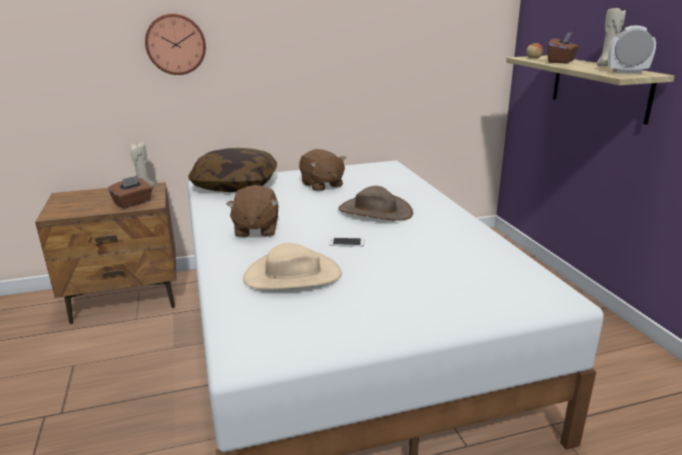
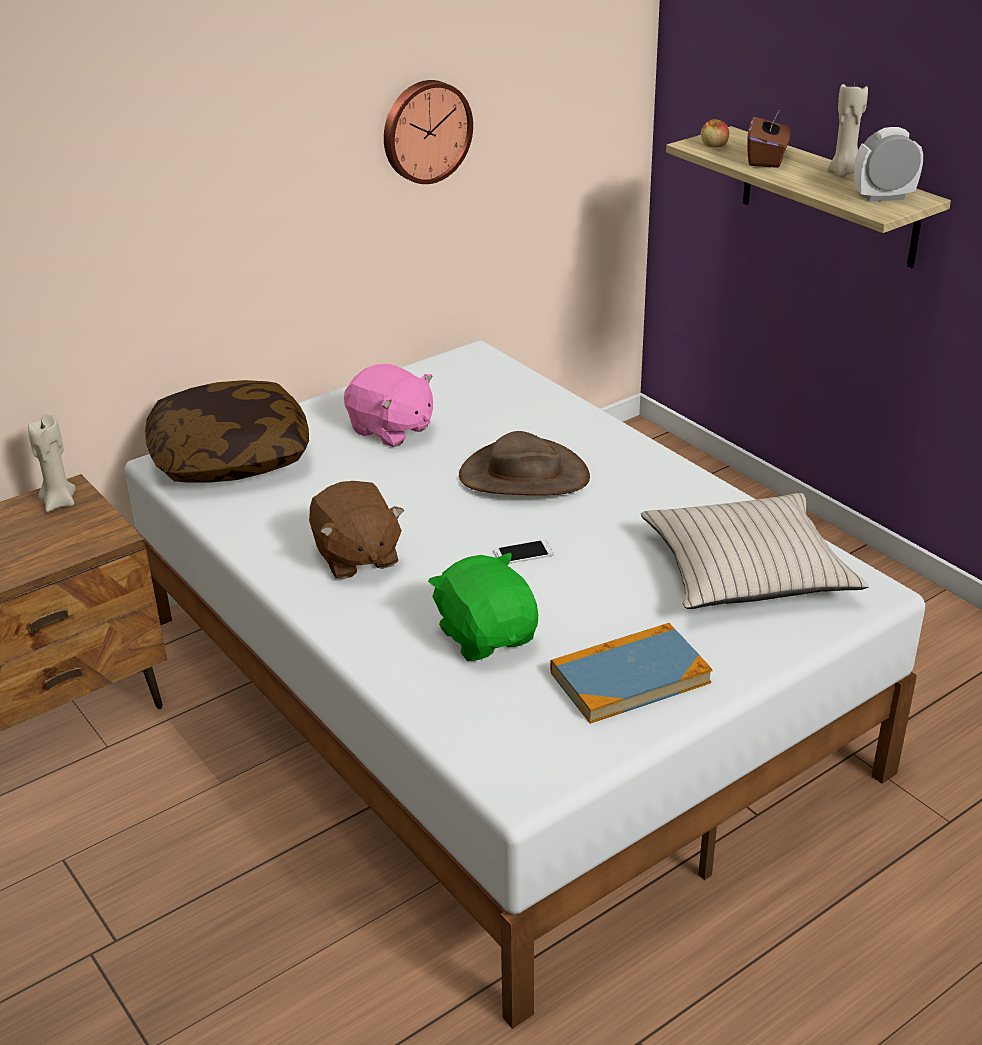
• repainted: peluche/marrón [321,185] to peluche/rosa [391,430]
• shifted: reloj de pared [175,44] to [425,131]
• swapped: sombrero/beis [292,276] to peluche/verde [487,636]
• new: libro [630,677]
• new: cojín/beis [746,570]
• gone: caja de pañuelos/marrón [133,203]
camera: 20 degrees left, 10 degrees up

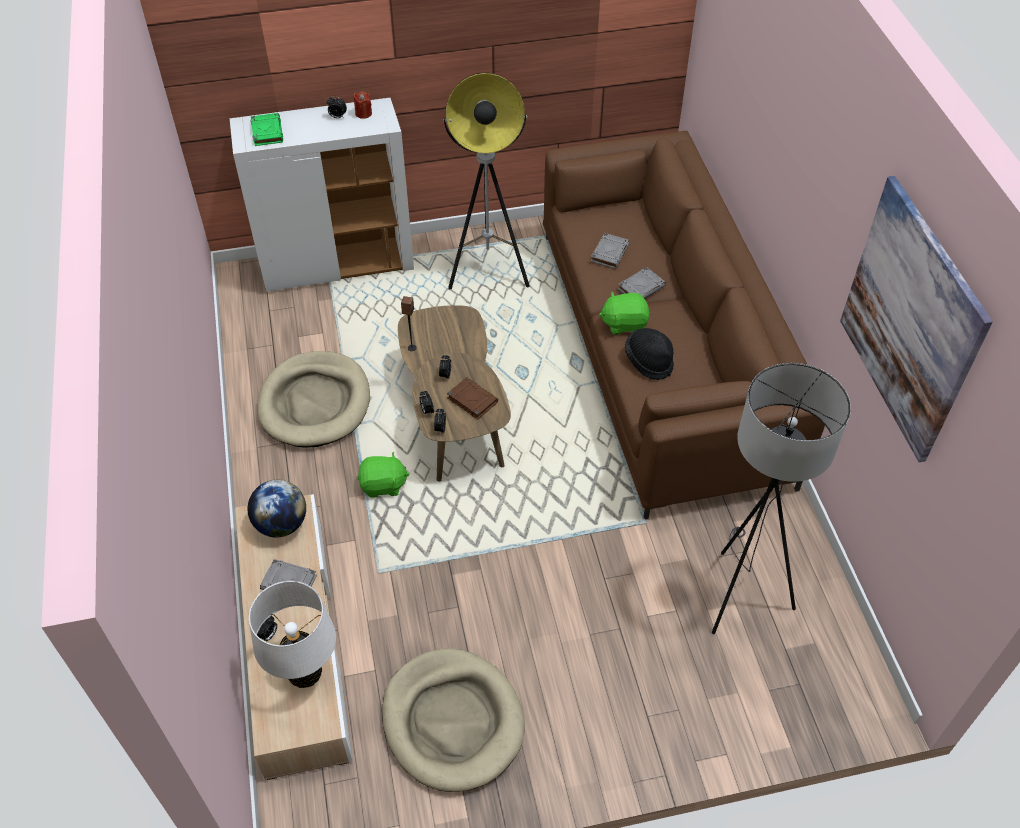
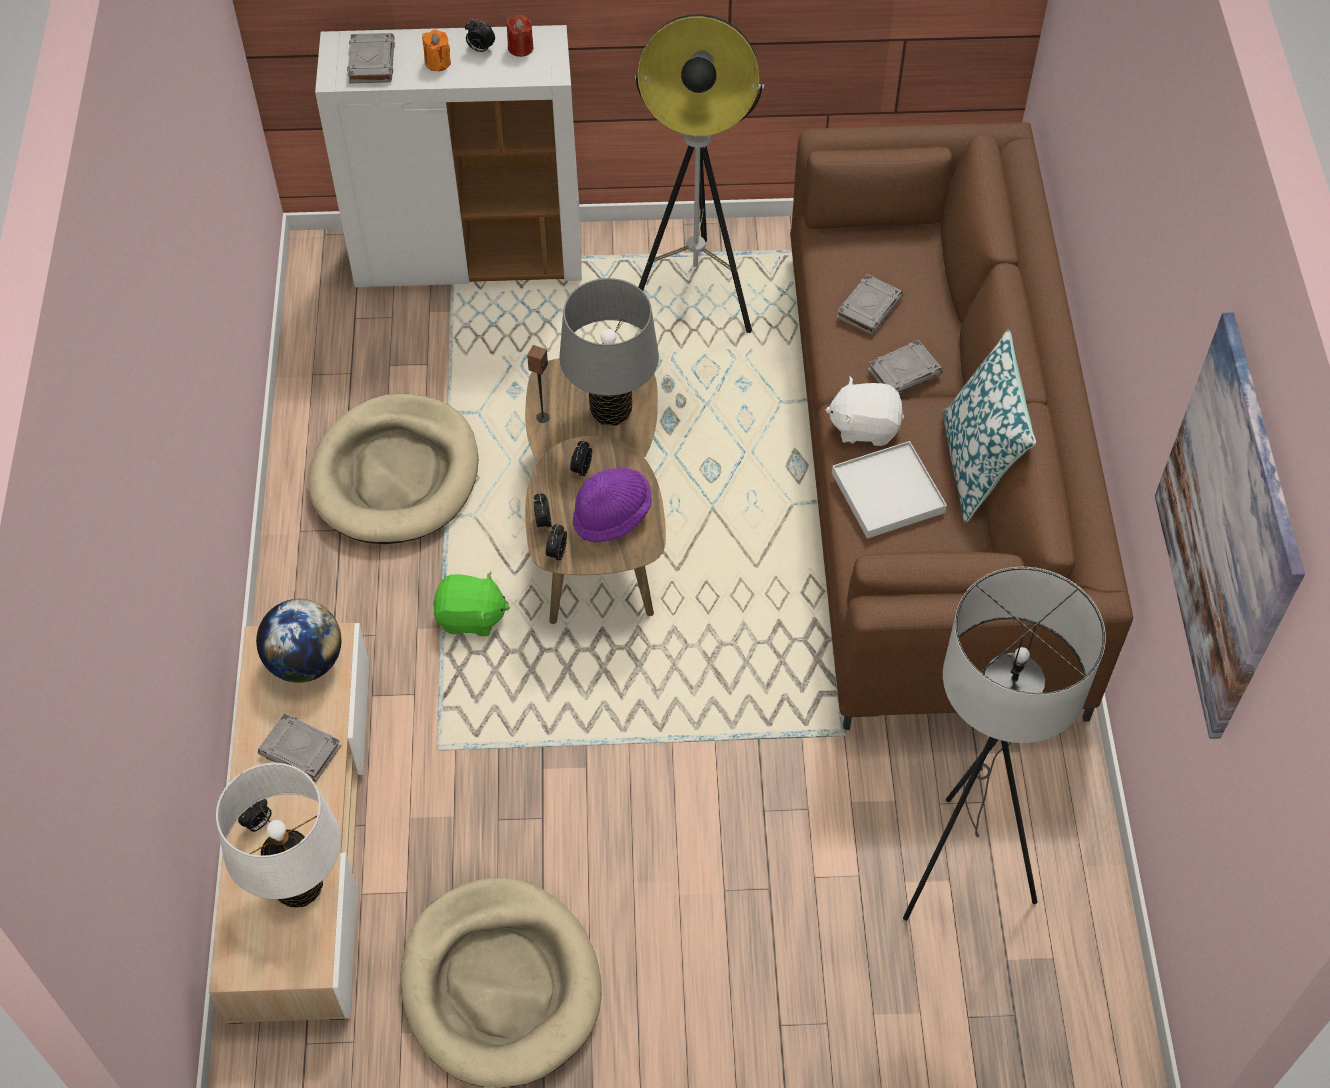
• repainted: libro/verde [267,132] to libro/gris [371,62]
• new: vela/naranja [437,62]
• new: lámpara de mesa/gris [611,411]
• swapped: libro/marrón [471,400] to sombrero/morado [612,515]
• repainted: peluche/verde [624,323] to peluche/blanco [864,427]
• swapped: sombrero/negro [649,361] to bandeja/blanco [887,493]
• new: cojín [978,465]
camera: 10 degrees right, 5 degrees up

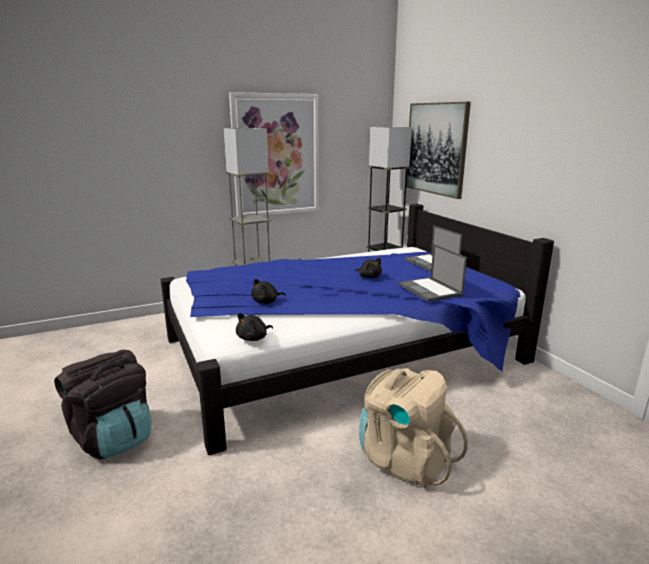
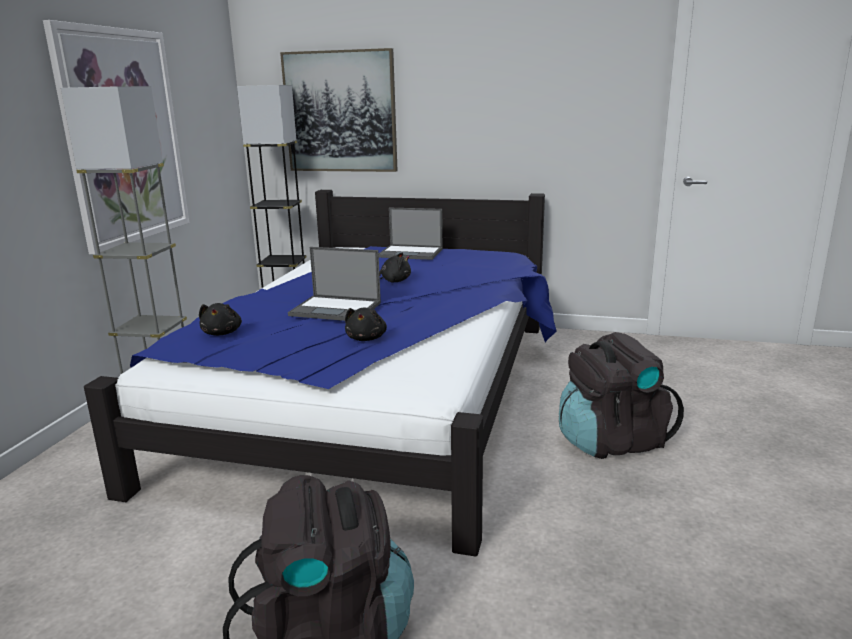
• shifted: peluche/negro [253,338] to [222,333]
• shifted: portátil [430,290] to [337,309]
• repainted: mochila/beis [404,459] to mochila/negro [611,441]
camera: 50 degrees left, 0 degrees up

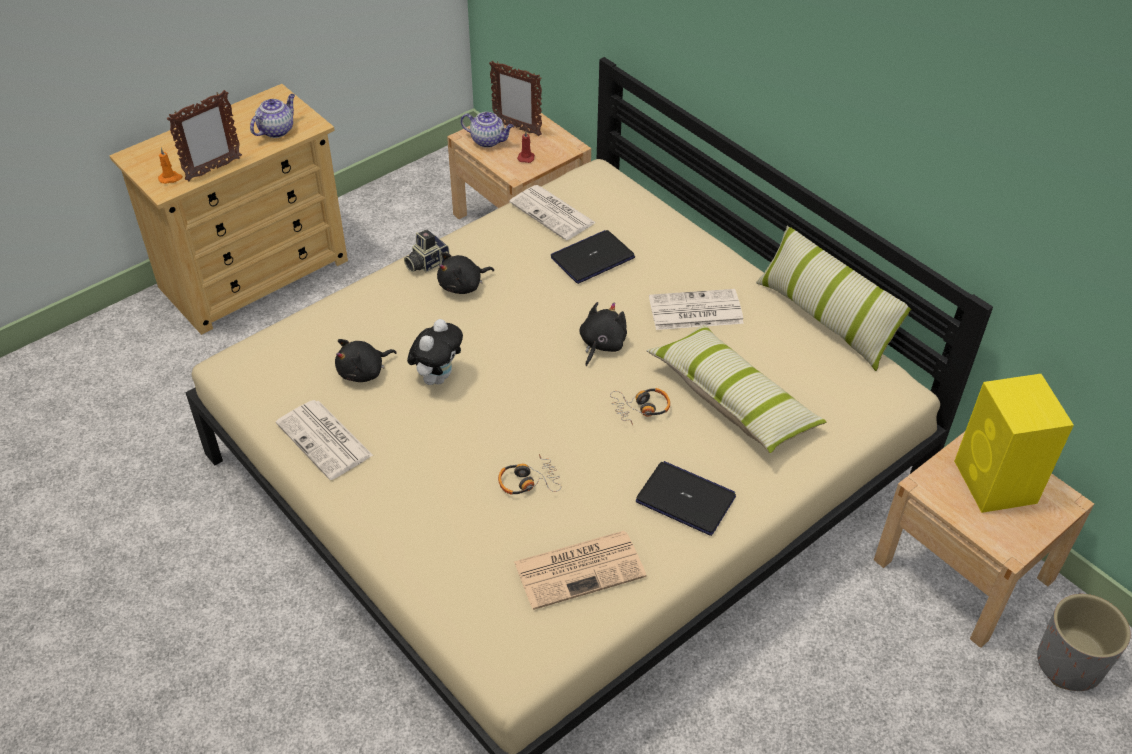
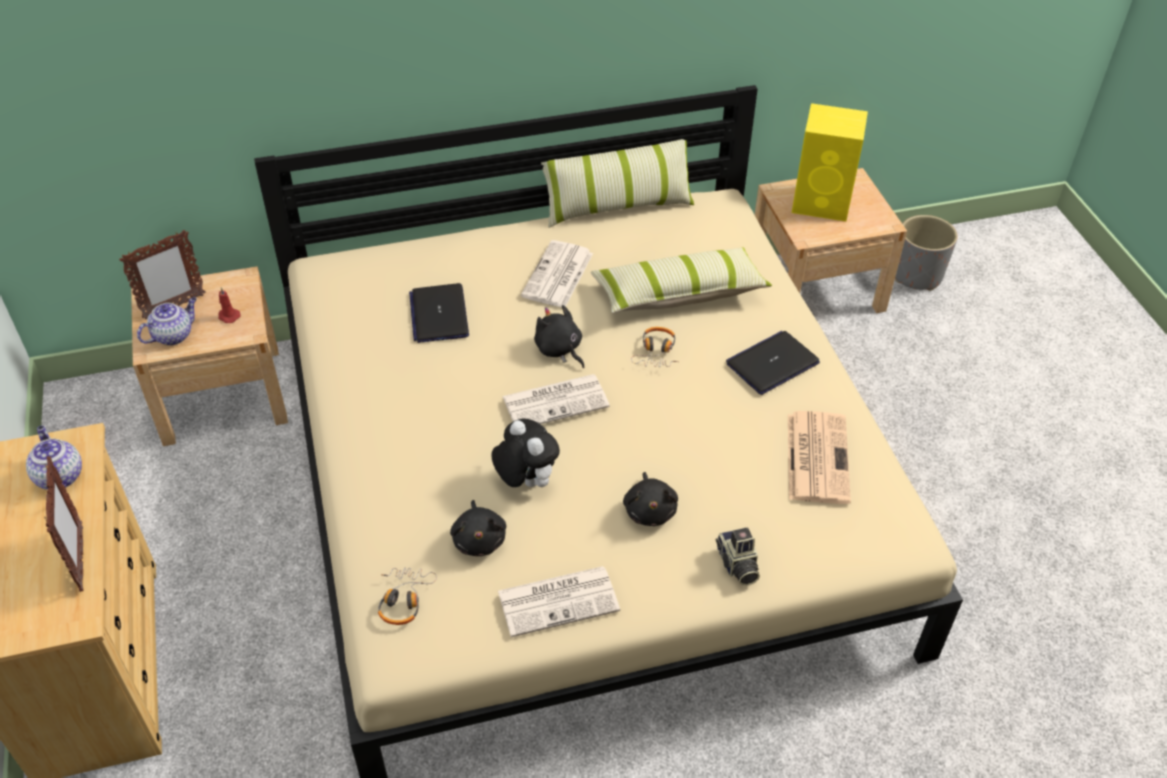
• shifted: auriculares [528,481] to [403,600]
• shifted: periódico [553,213] to [556,401]
• shifted: peluche/negro [463,285] to [650,510]
• shifted: cámara [426,263] to [737,565]
• gone: vela/naranja [171,178]
camera: 65 degrees left, 0 degrees up

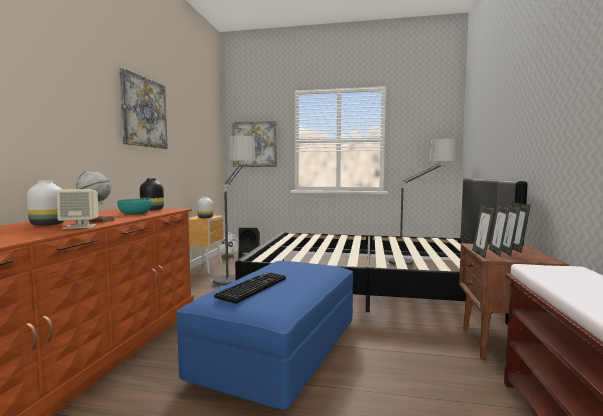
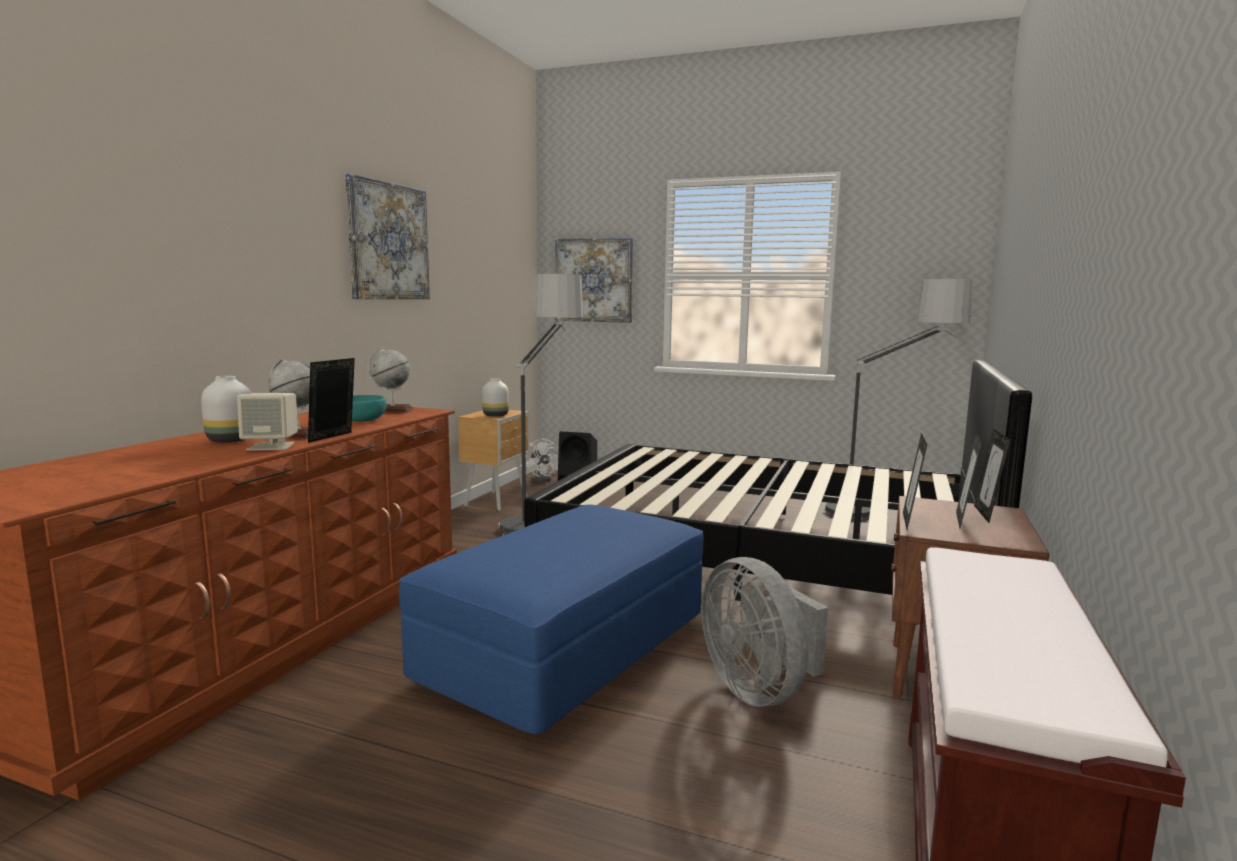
• shifted: portarretratos [497,252] to [334,437]
• swapped: florero/negro [152,209] to globo terráqueo [392,410]
• new: ventilador/gris [759,689]
• gone: teclado [252,287]
camera: 10 degrees right, 5 degrees up

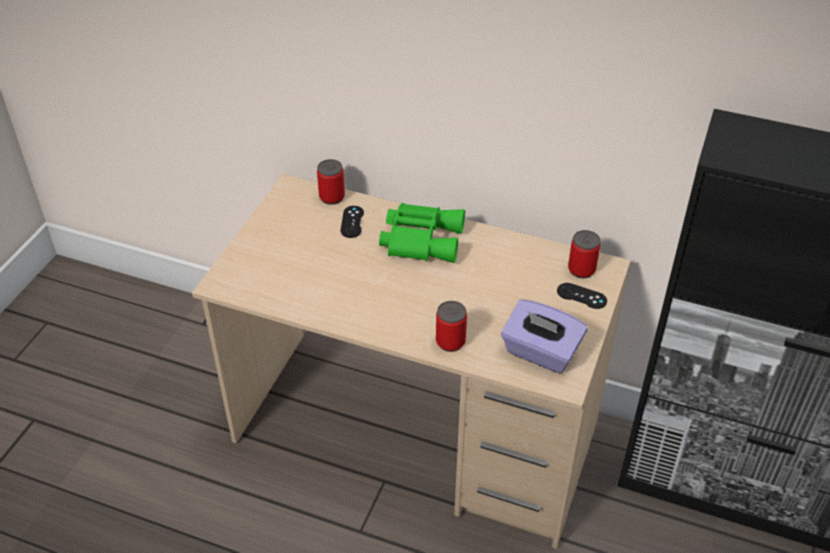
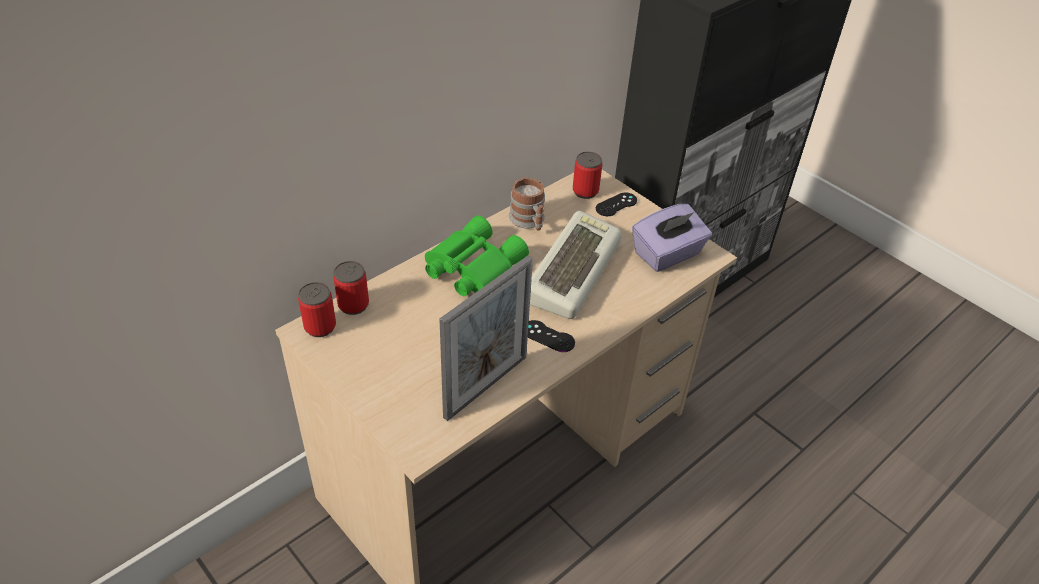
• shifted: lata [450,342] to [320,327]
• new: portarretratos [486,386]
• new: taza grande [529,221]
• shifted: mando de consola/negro [352,222] to [548,336]
• new: teclado [571,270]
camera: 65 degrees left, 0 degrees up

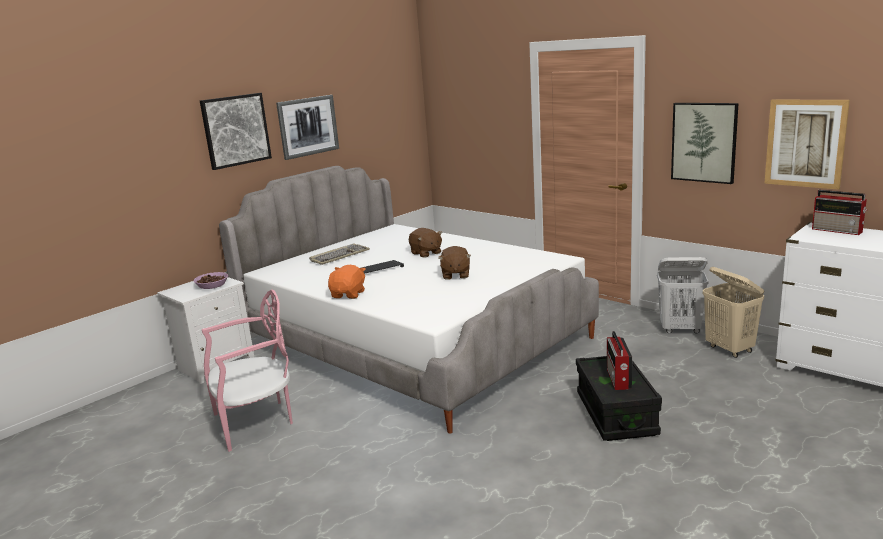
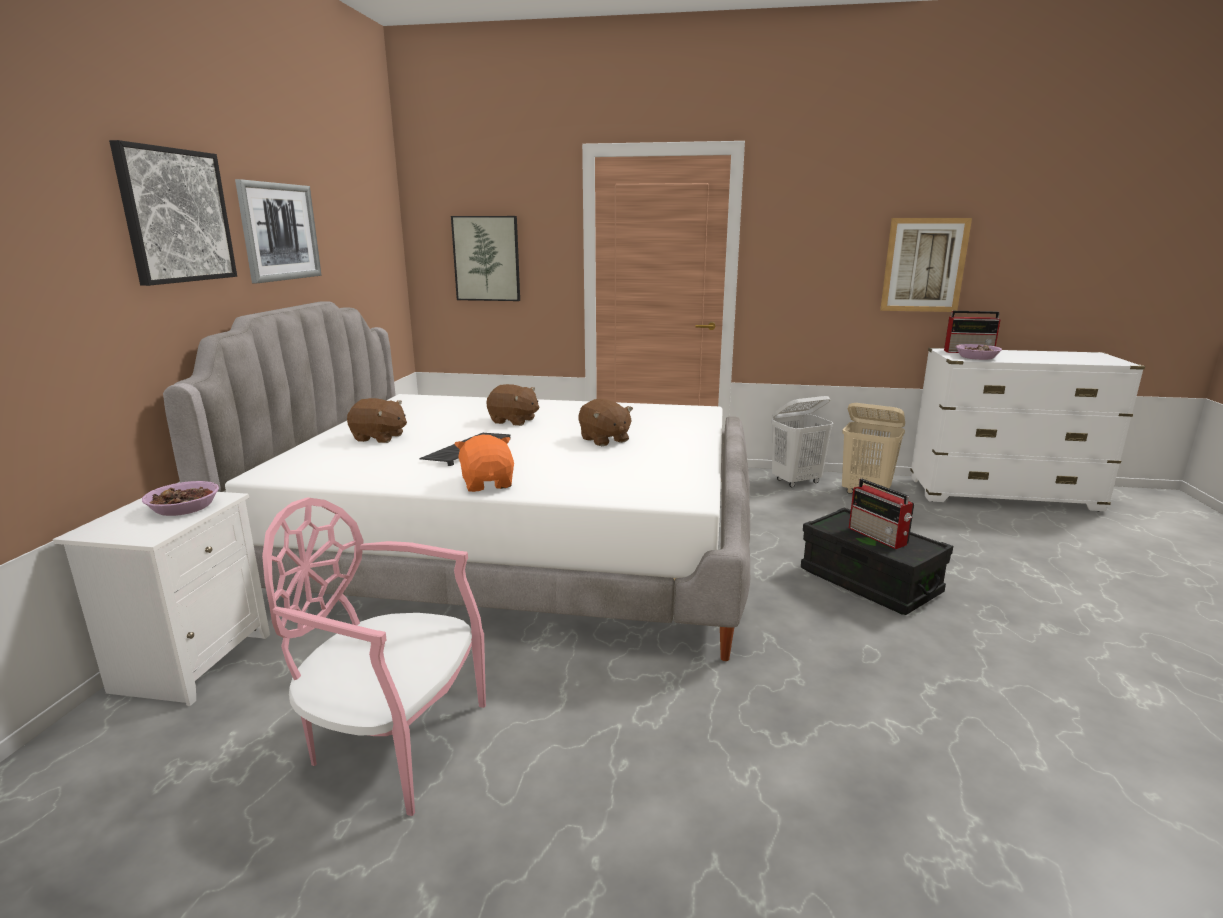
• rotated: silla/rosa [256,422] = [393,742] 105 degrees counterclockwise
• swapped: teclado [339,256] to peluche/marrón [379,438]
• shifted: cuadro [704,142] to [487,258]
• new: cuenco [977,357]
camera: 35 degrees left, 0 degrees up

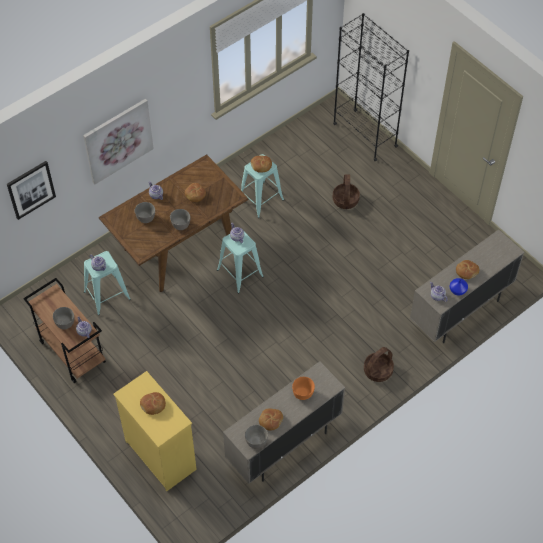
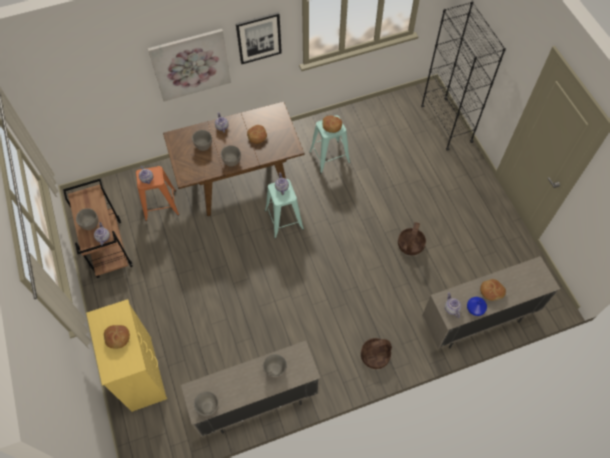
• repainted: taburete/turquesa [107,295] to taburete/naranja [160,205]
• shifted: cuadro [31,189] to [259,38]
• repainted: cuenco/naranja [303,393] to cuenco/gris [275,370]
• shifted: cesta [345,200] to [410,244]
• gone: pan [270,421]
camera: 20 degrees right, 5 degrees up

